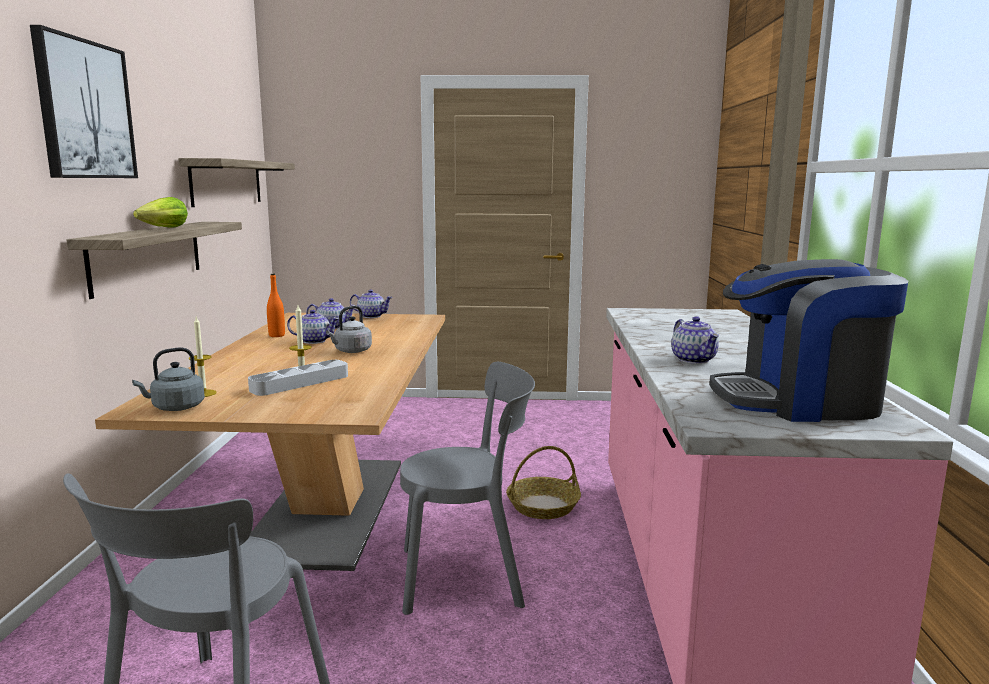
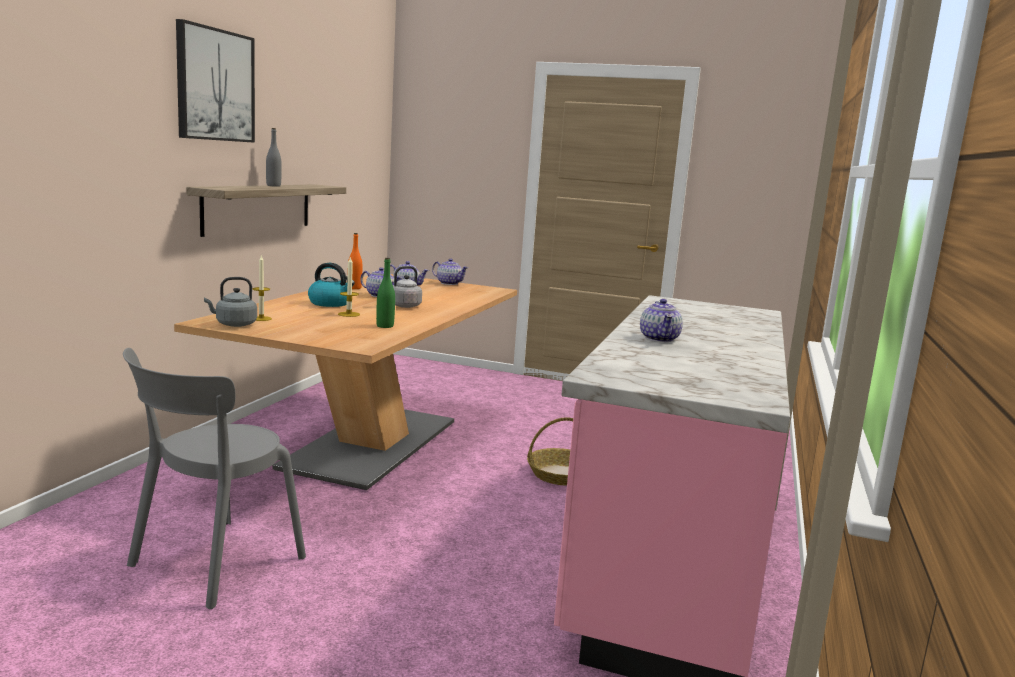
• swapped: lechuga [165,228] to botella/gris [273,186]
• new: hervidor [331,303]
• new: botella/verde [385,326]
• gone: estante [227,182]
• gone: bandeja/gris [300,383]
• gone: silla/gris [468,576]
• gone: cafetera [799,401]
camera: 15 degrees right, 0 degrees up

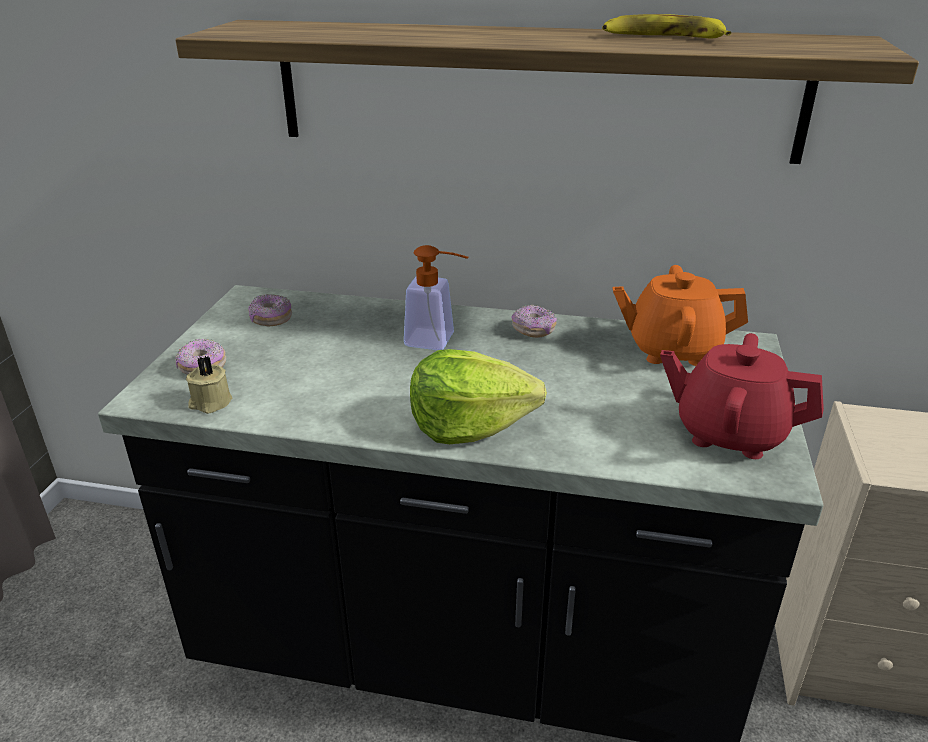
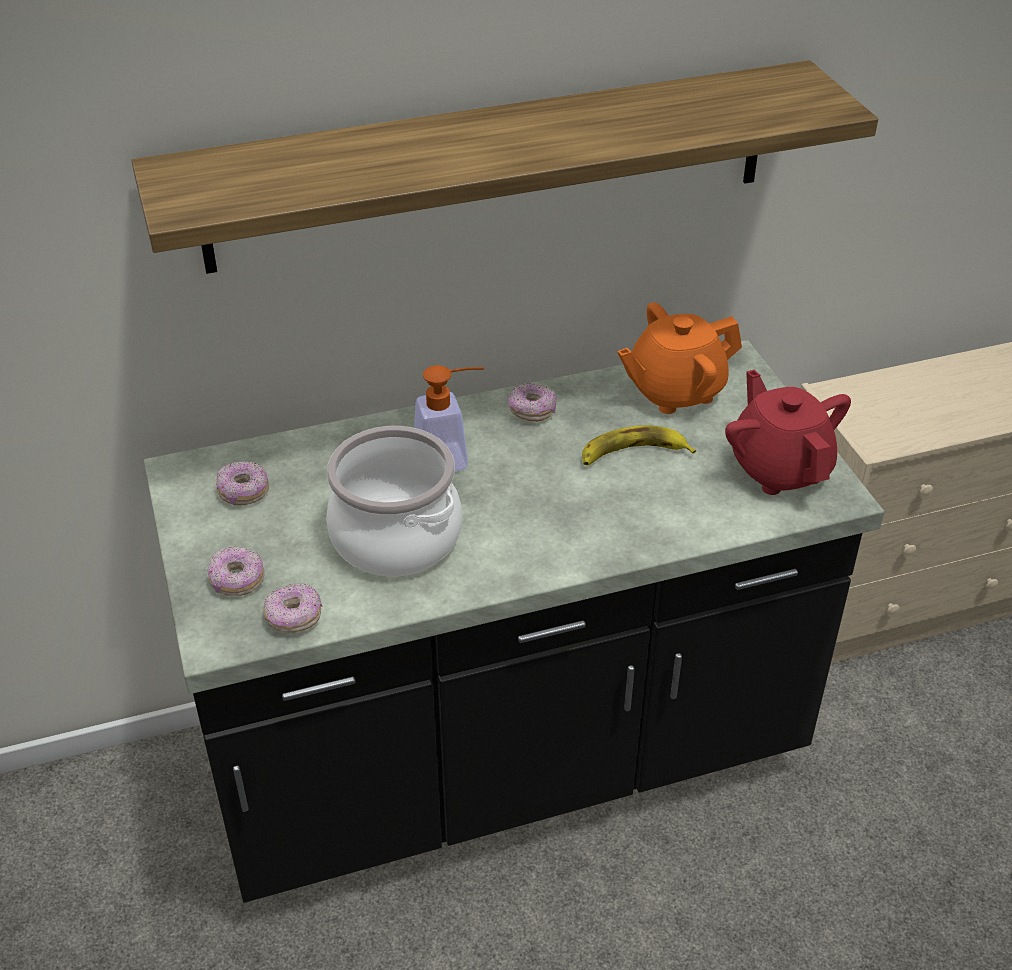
• swapped: vela/beis [210,403] to rosquilla [294,618]
• new: olla [397,536]
• shifted: plátano [663,38] to [633,454]
• rotated: tetera/rojo [729,433] = [779,468] 75 degrees clockwise
• gone: lechuga [469,424]
camera: 30 degrees left, 10 degrees up

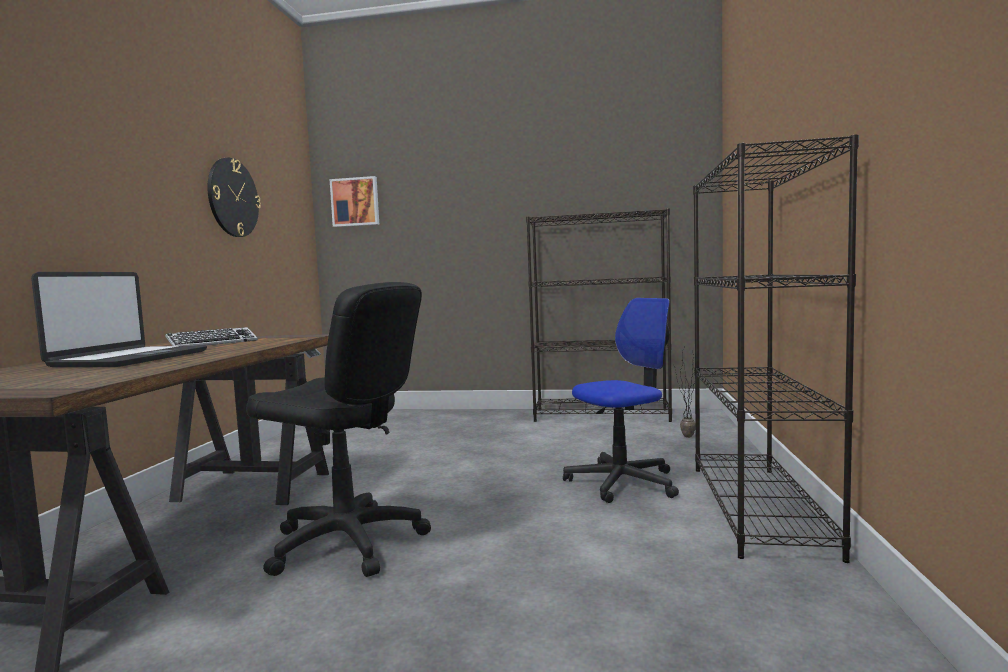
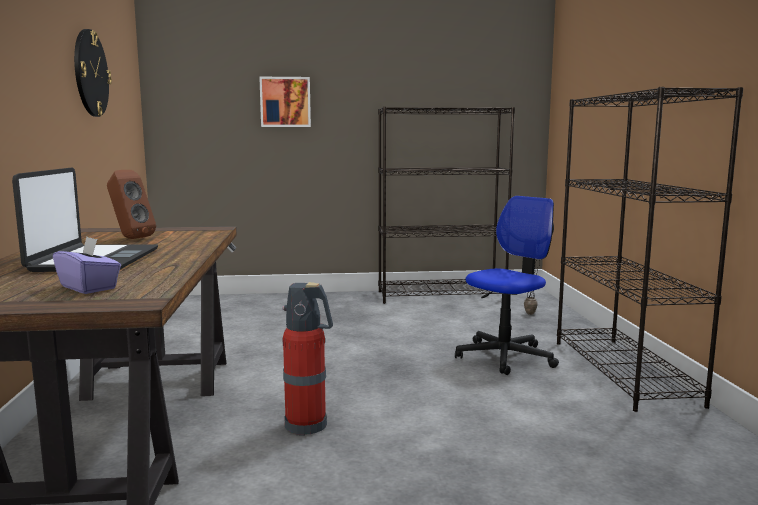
• new: caja de pañuelos/morado [89,287]
• swapped: teclado [213,343] to altavoz/marrón [130,238]
• shifted: cuadro [355,202] to [285,102]
• swapped: silla de oficina/negro [347,543] to extintor [308,425]
camera: 15 degrees left, 5 degrees up

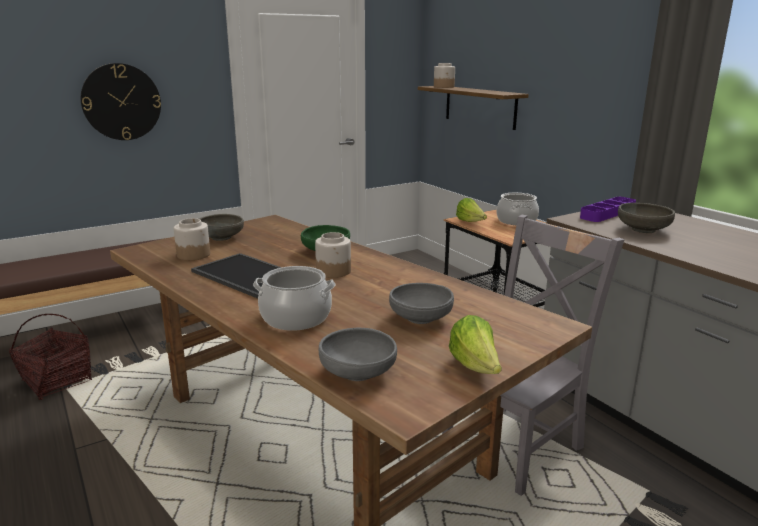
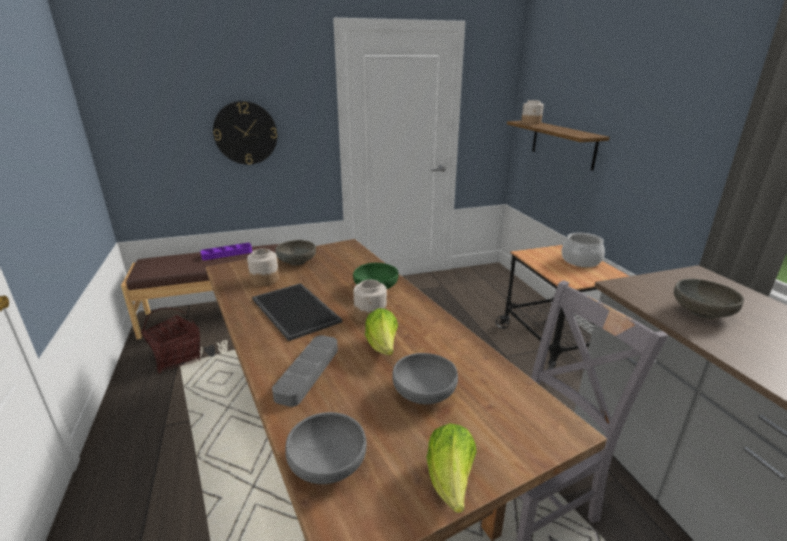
• shifted: bandeja/morado [607,213] to [227,254]
• swapped: olla [295,318] to bandeja/gris [308,373]
• shifted: lechuga [470,222] to [383,347]
camera: 15 degrees right, 5 degrees up

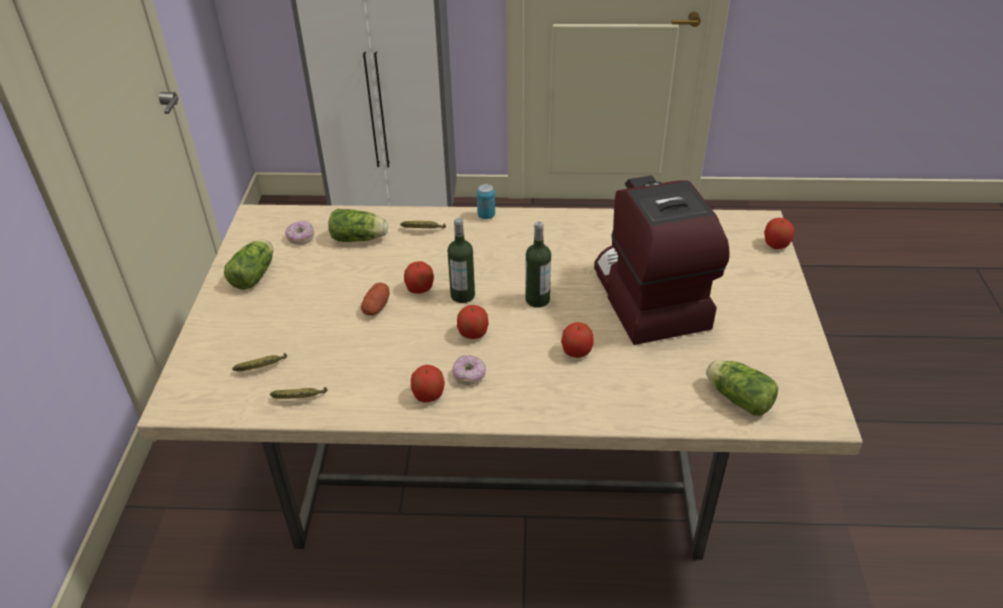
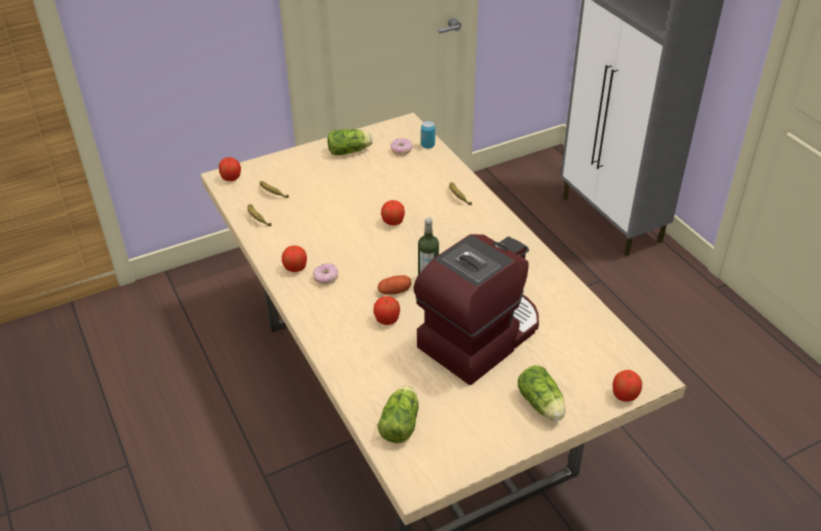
• shifted: manzana [473,334] to [231,178]
• shifted: patata [376,307] to [394,291]
• shifted: lata [486,215] to [428,146]
• shifted: lechuga [360,239] to [542,405]
• gone: botella [462,295]
camera: 60 degrees right, 0 degrees up

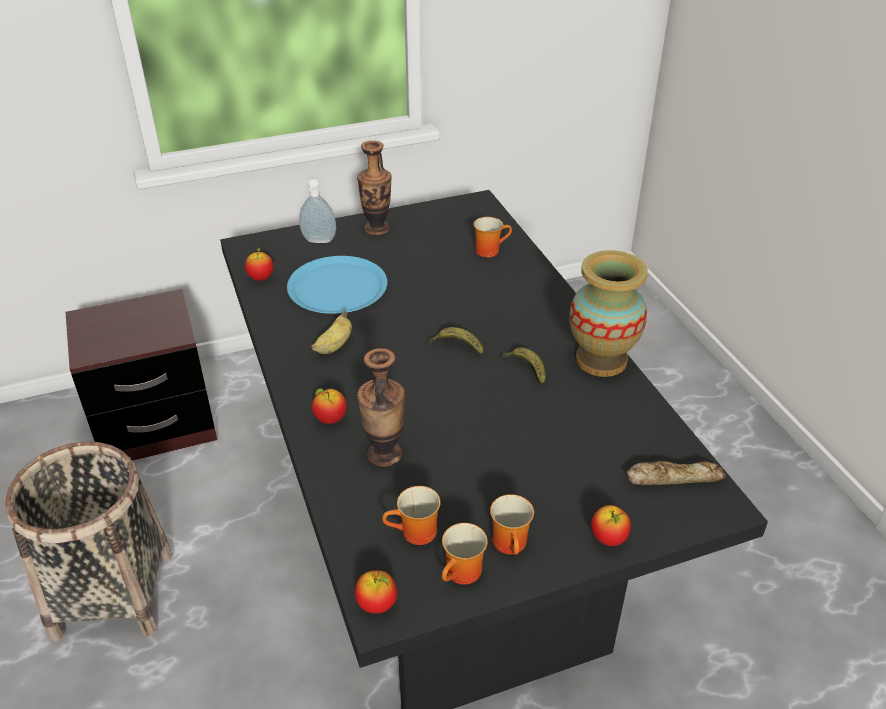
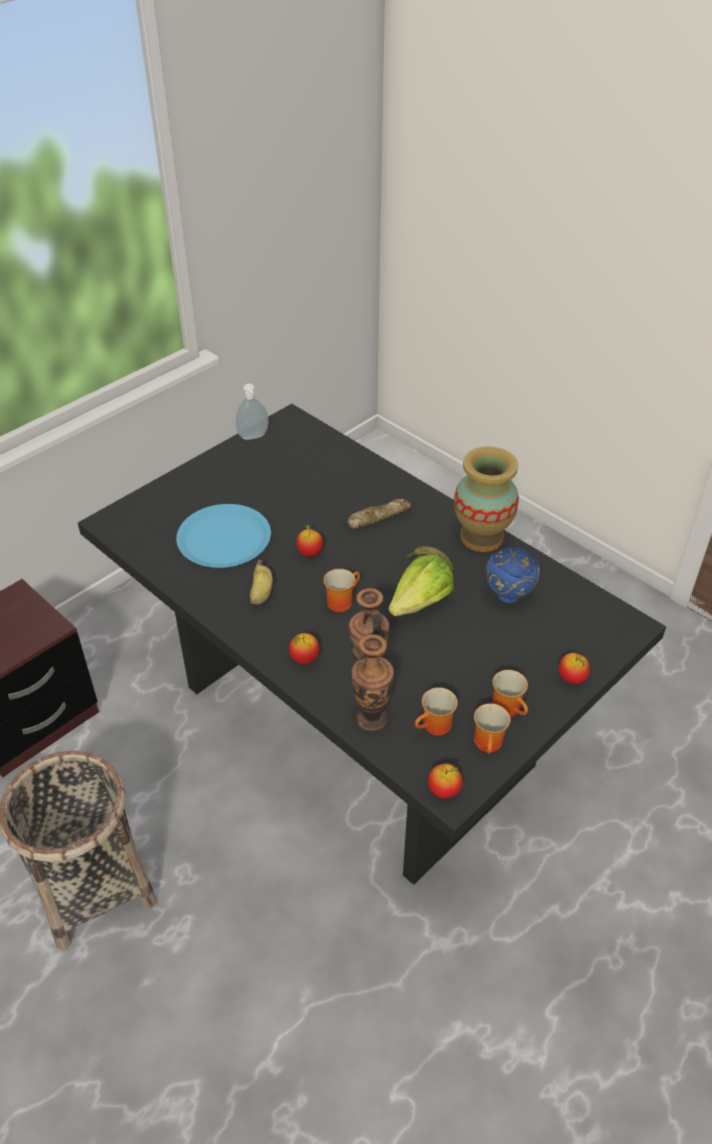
• shifted: dispensador de jabón [319,241] to [253,437]
• shifted: manzana [261,278] to [309,553]
• shifted: taza grande [489,249] to [340,600]
• shifted: pan [673,477] to [378,517]
• shifted: florero [377,229] to [371,718]
• new: lechuga [421,603]
• new: cuenco/azul [509,595]
• gone: plátano [457,346]
camera: 25 degrees left, 5 degrees up

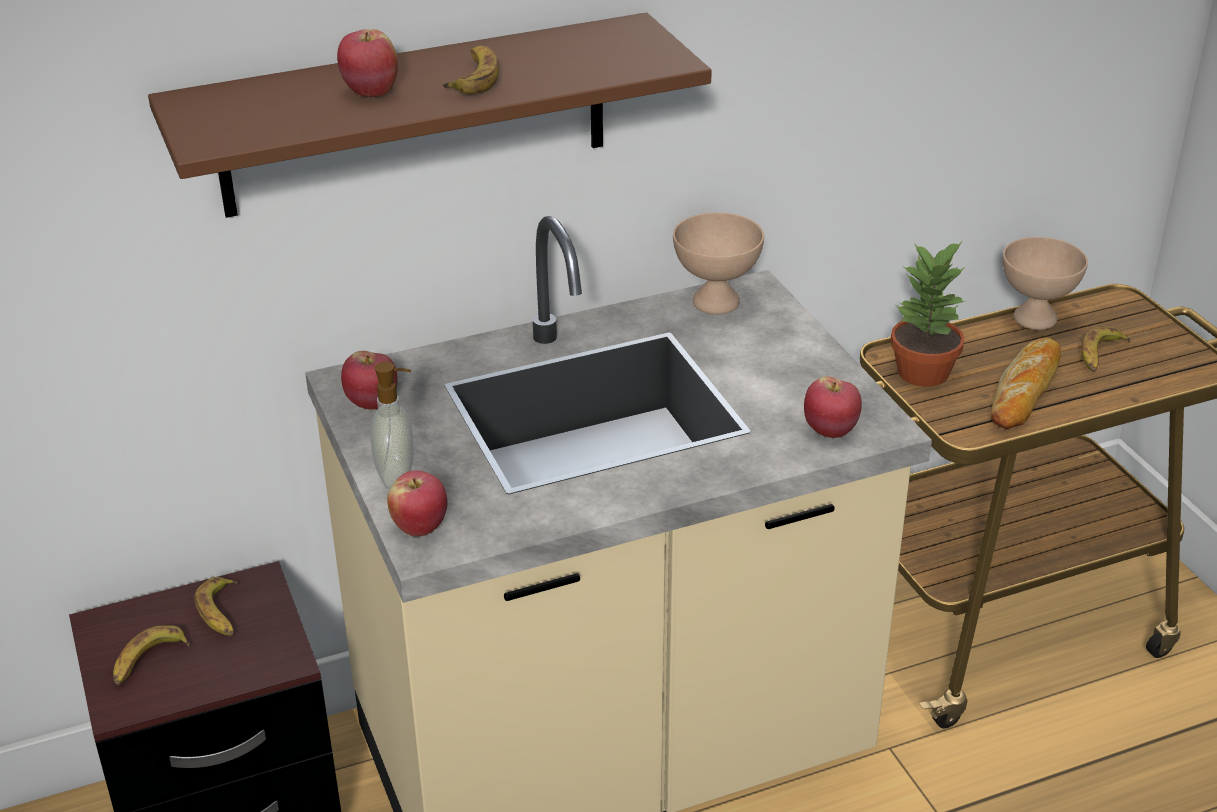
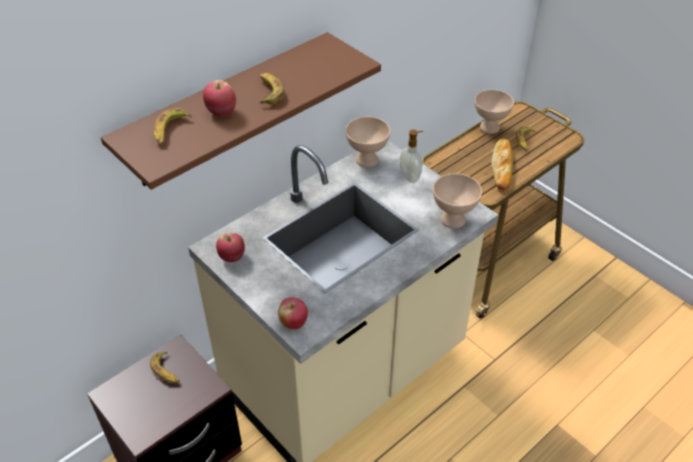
• shifted: plátano [148,661] to [170,131]
• shifted: dispensador de jabón [398,476] to [410,177]
• swapped: manzana [830,431] to cuenco/beis [453,220]
• gone: planta en maceta [924,373]
camera: 20 degrees left, 10 degrees up

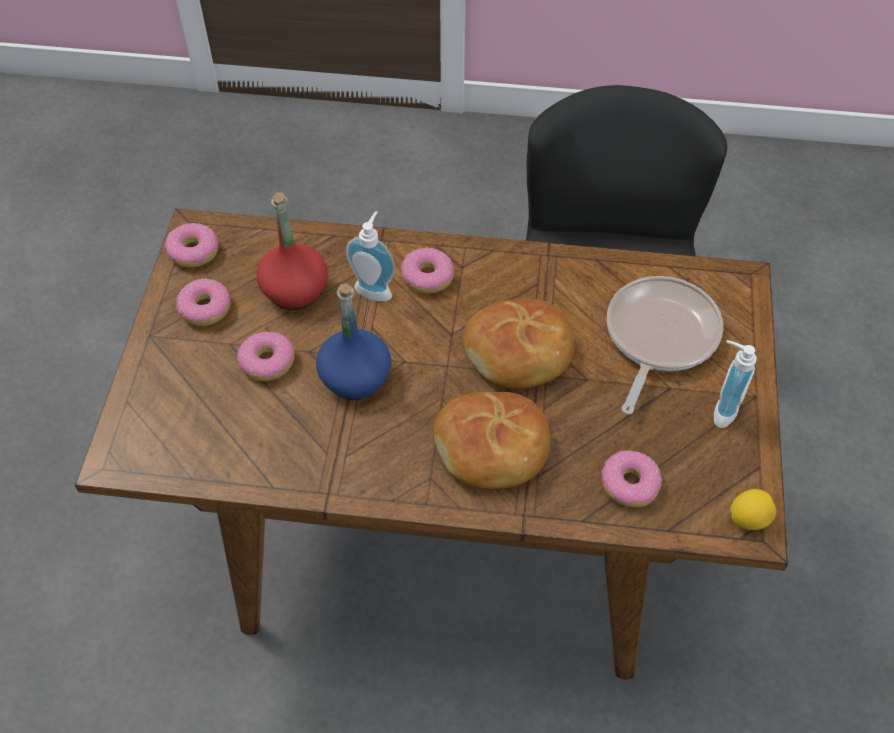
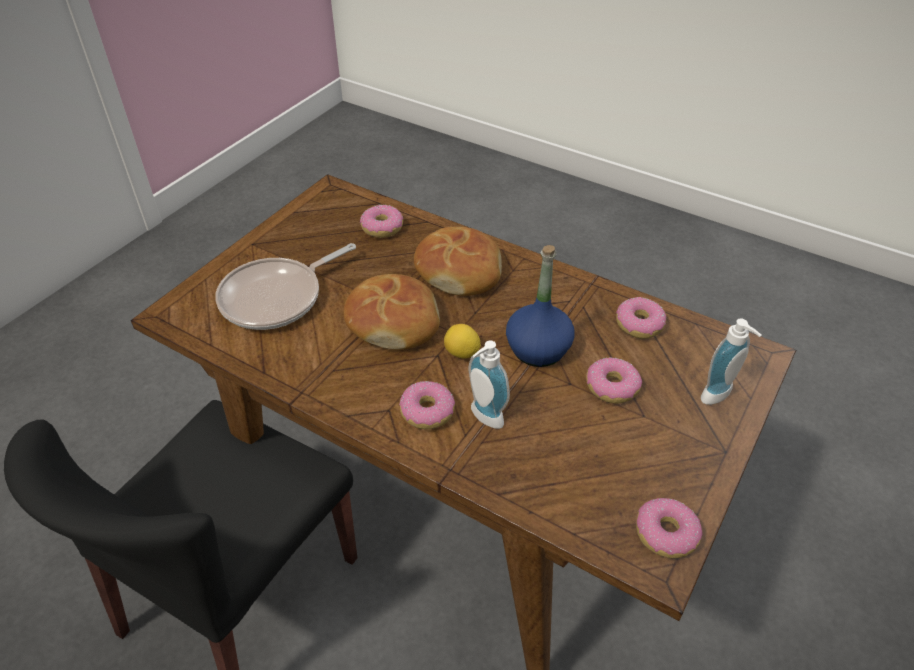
• shifted: limón [748,519] to [461,353]
• shifted: rosquilla [205,309] to [639,324]
• shifted: dispensador de jabón [720,409] to [720,396]
• gone: botella/rojo [295,290]
camera: 155 degrees left, 10 degrees down

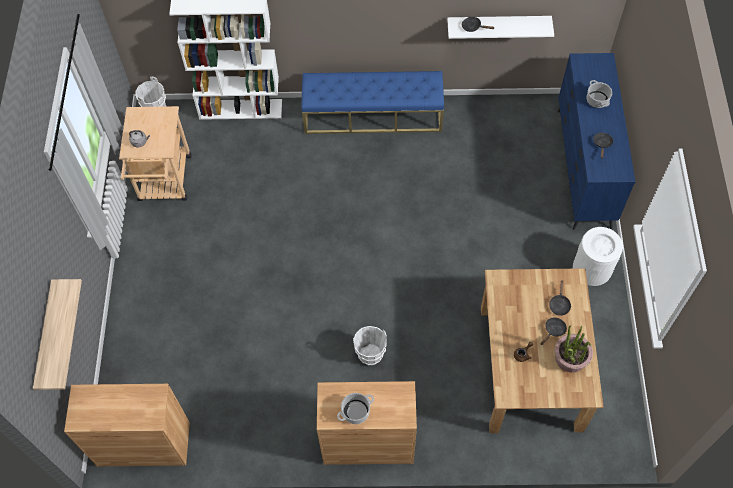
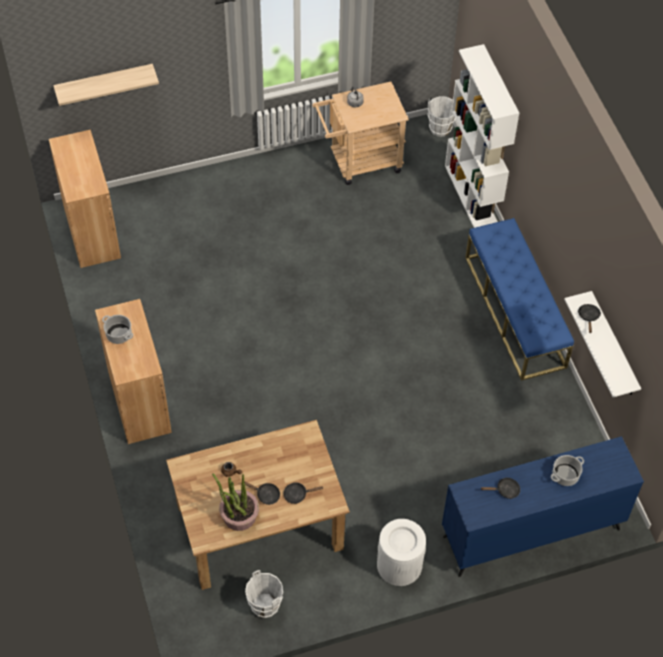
• shifted: cubo/blanco [370,355] to [264,606]
camera: 70 degrees right, 5 degrees down

